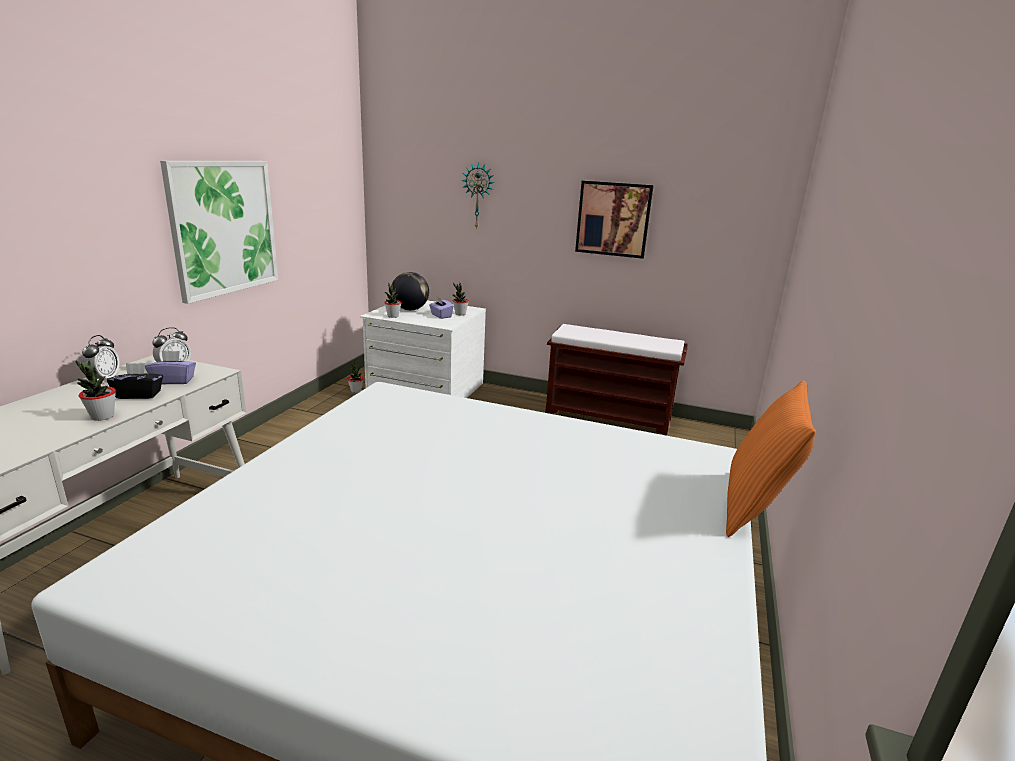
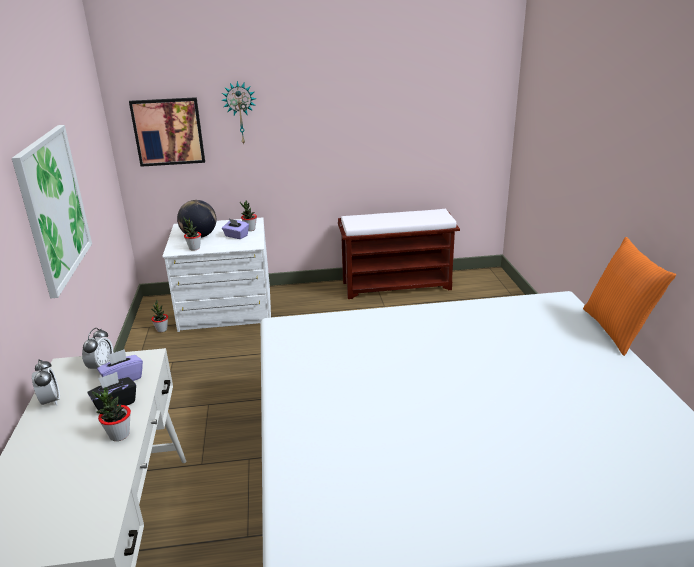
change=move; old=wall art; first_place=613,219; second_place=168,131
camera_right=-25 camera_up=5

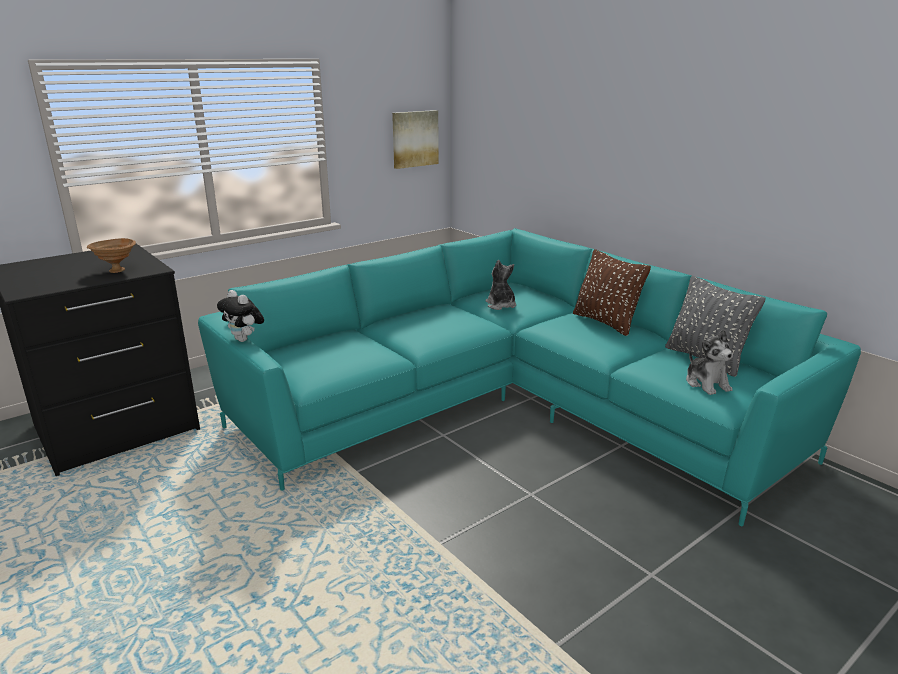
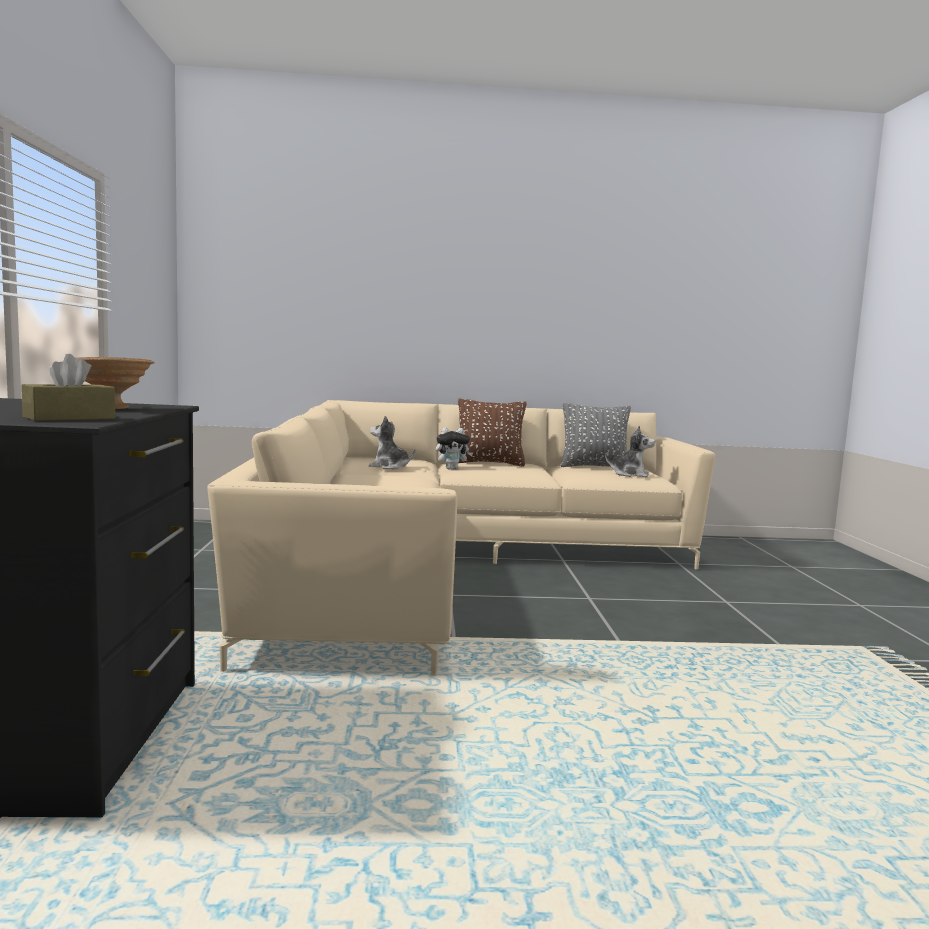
change=insert; new=brown tissue holder; second_place=69,418
change=recolor; old=blue-green sofa; new=sand-coloured sofa; first_place=509,407; second_place=446,565
change=move; old=cuddly toy; first_place=244,340; second_place=452,469
change=delete; old=wall art; first_place=414,139
camera_right=-55 camera_up=-15

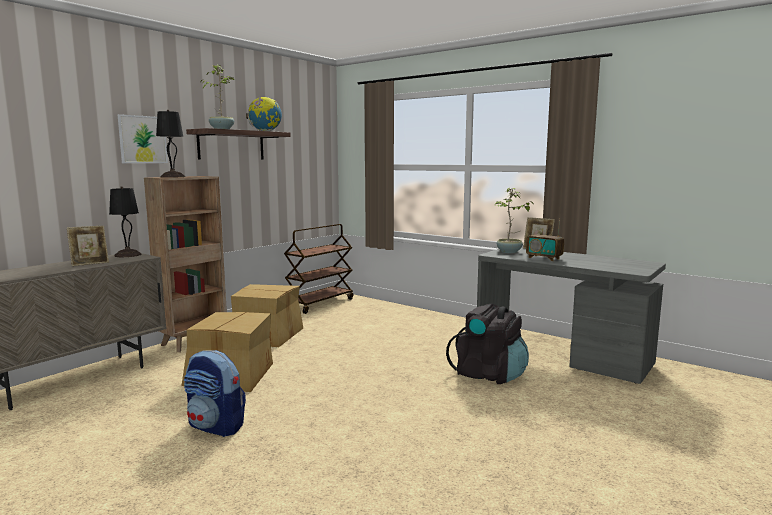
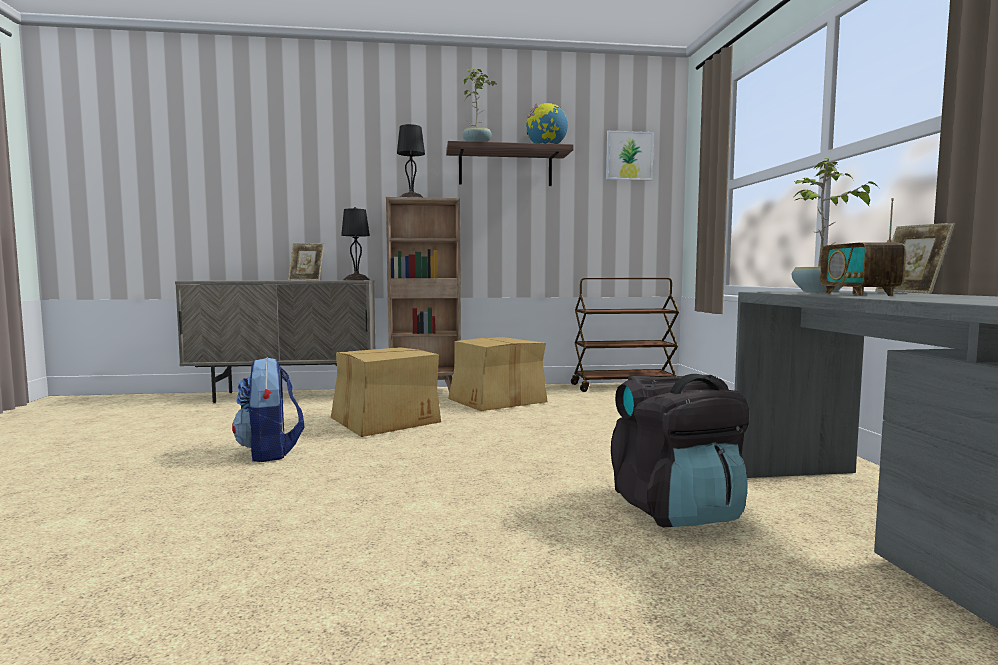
change=move; old=wall art; first_place=142,139; second_place=629,156
camera_right=45 camera_up=-5

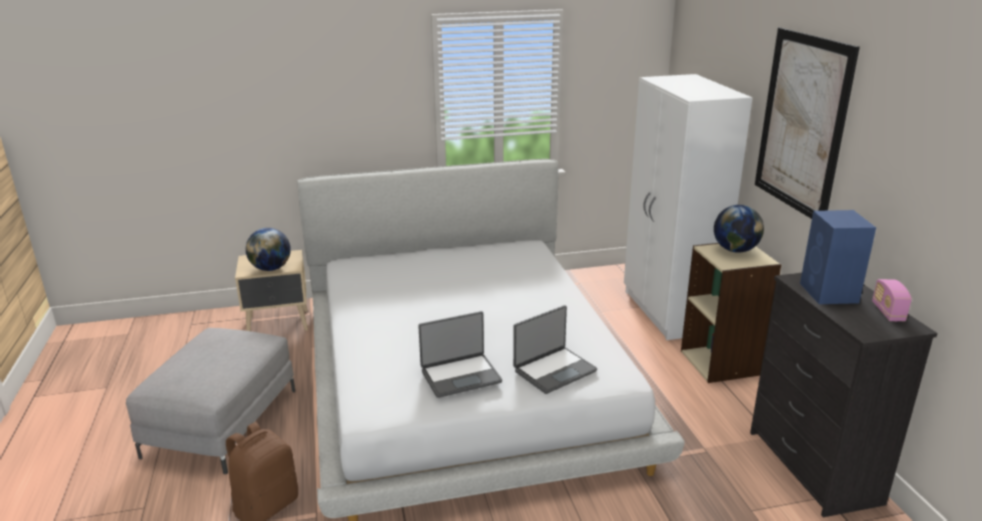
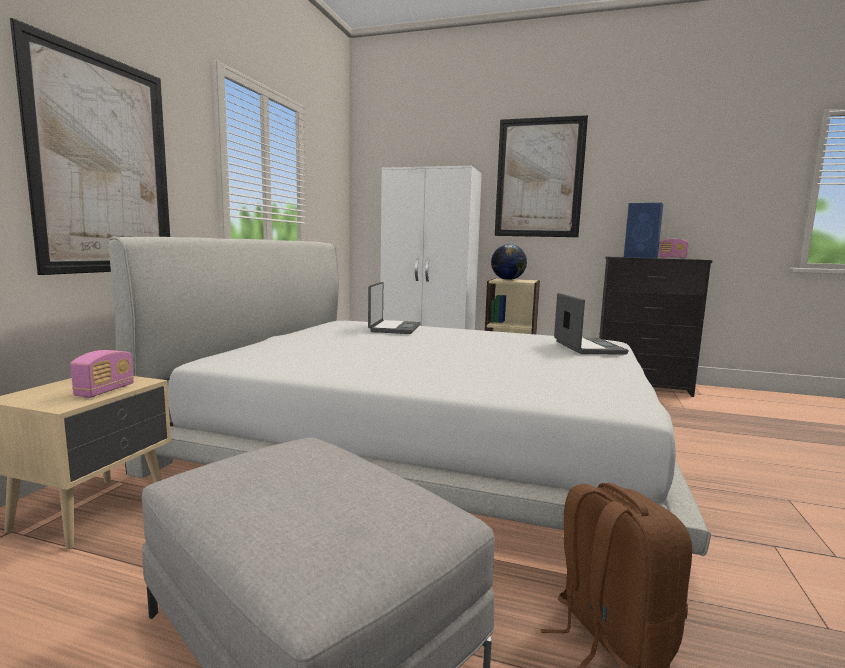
change=insert; new=wall art; second_place=104,166
change=replace; old=world globe; new=radio; first_place=271,268; second_place=105,391
change=move; old=portable computer; first_place=460,376; second_place=394,328
camera_right=-60 camera_up=-15

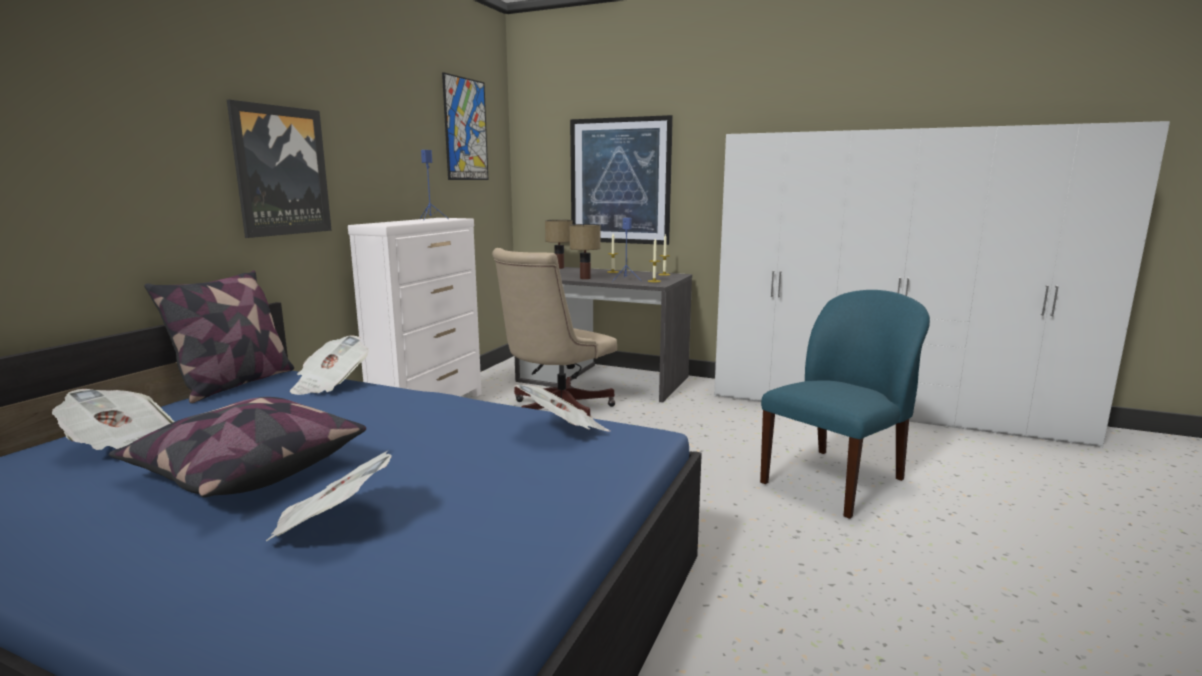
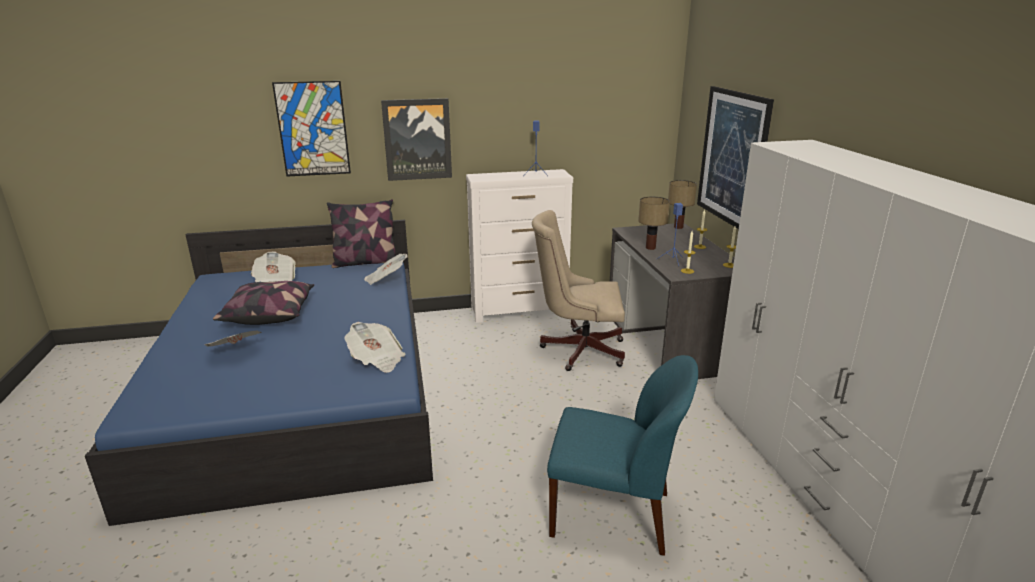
change=move; old=wall art; first_place=465,129; second_place=313,129
camera_right=55 camera_up=10

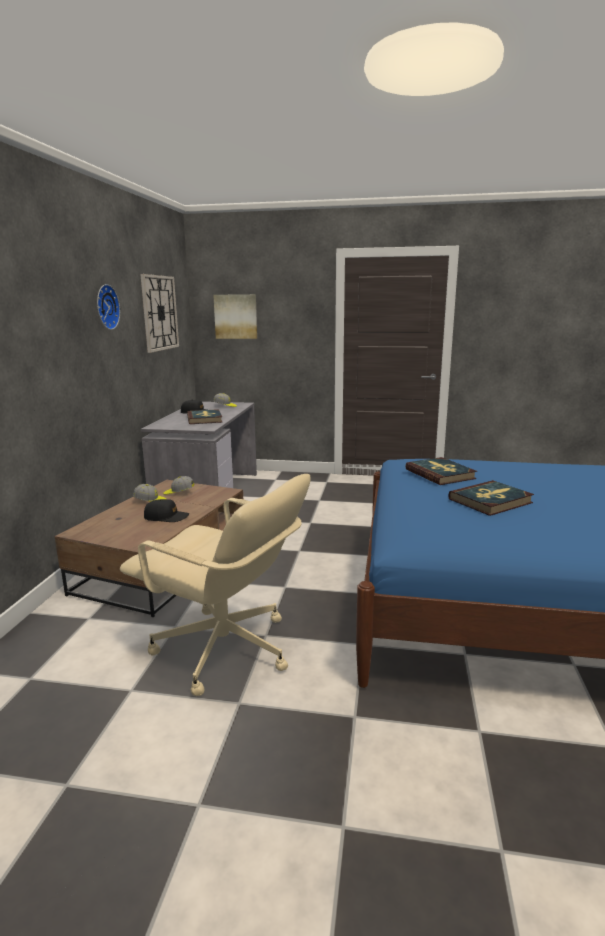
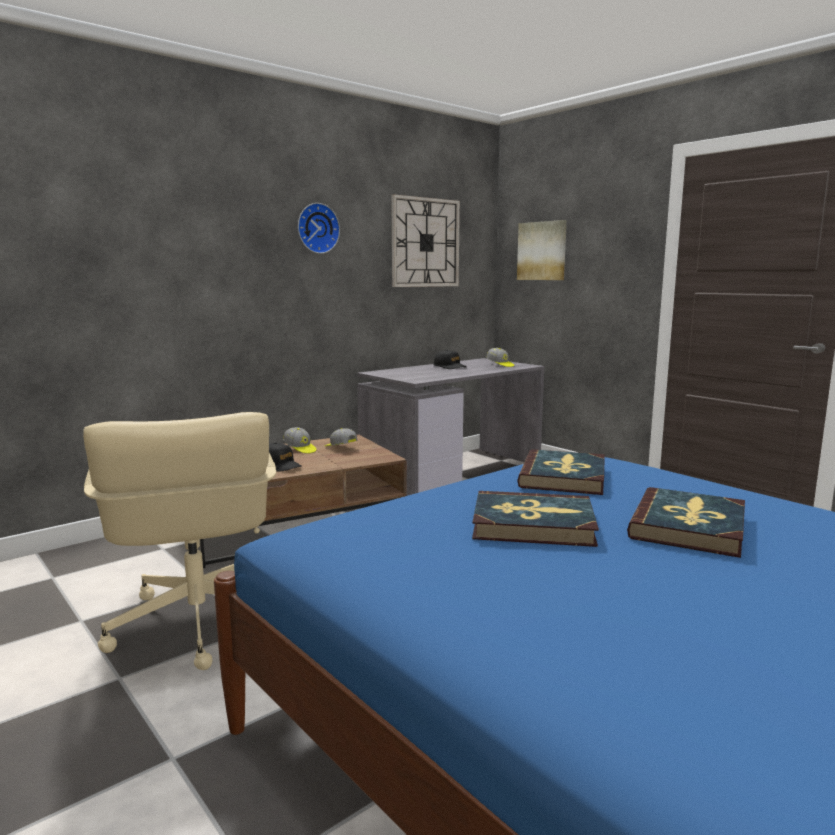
change=move; old=volume; first_place=205,419; second_place=689,526
camera_right=40 camera_up=-5

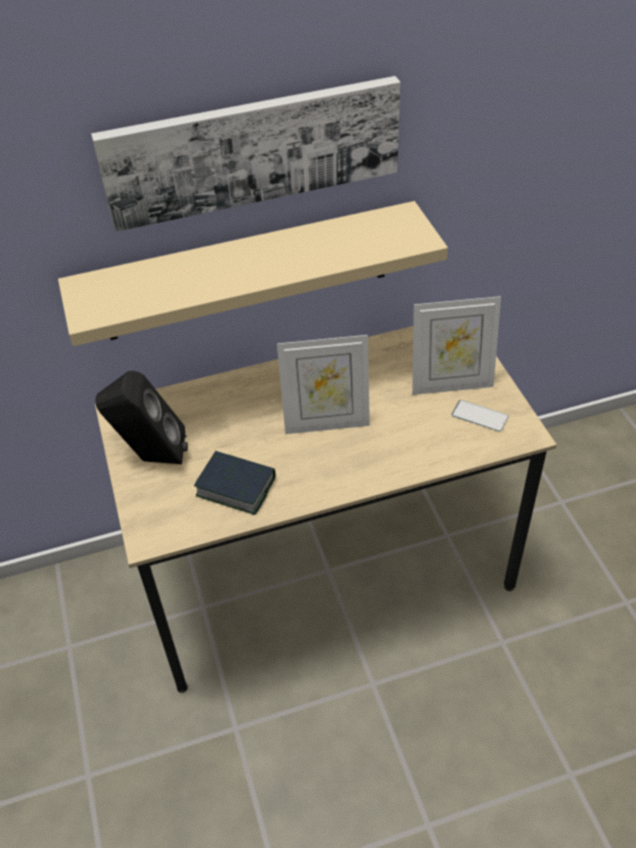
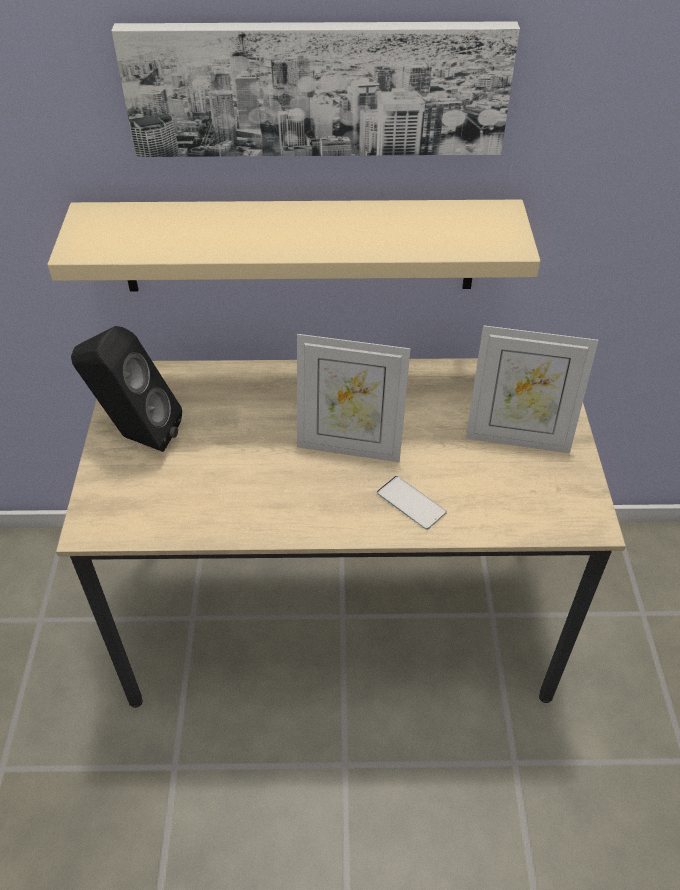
change=move; old=telephone; first_place=479,416; second_place=411,503
change=delete; old=volume; first_place=236,487
camera_right=15 camera_up=0

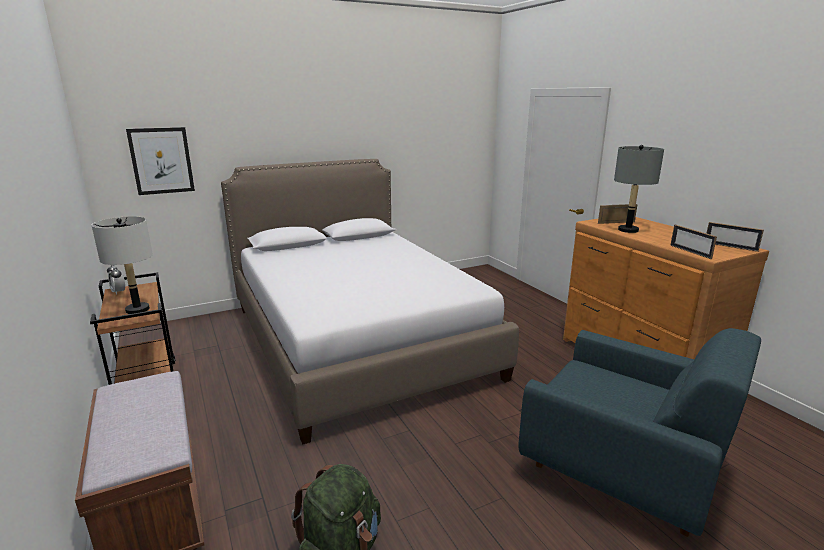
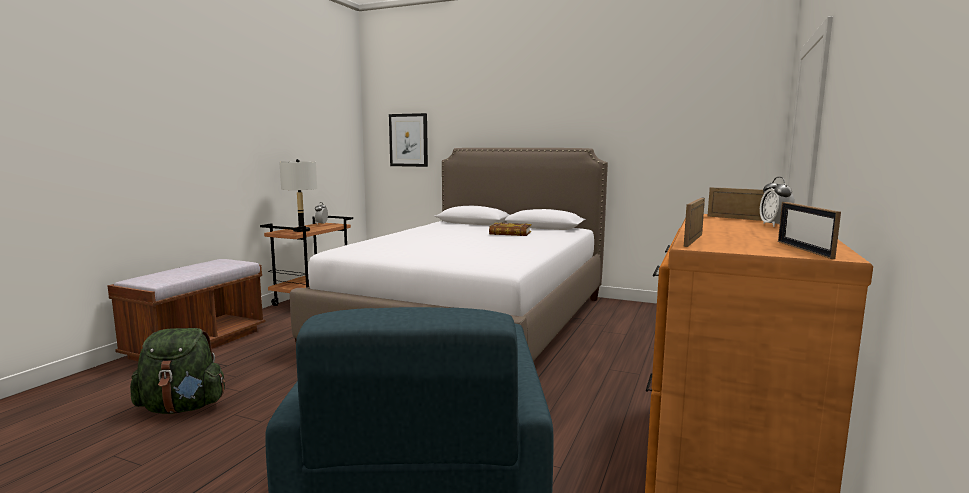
change=insert; new=volume; second_place=510,233
change=insert; new=table clock; second_place=774,225
change=delete; old=greyish lamp for a table; first_place=628,230
camera_right=50 camera_up=-10

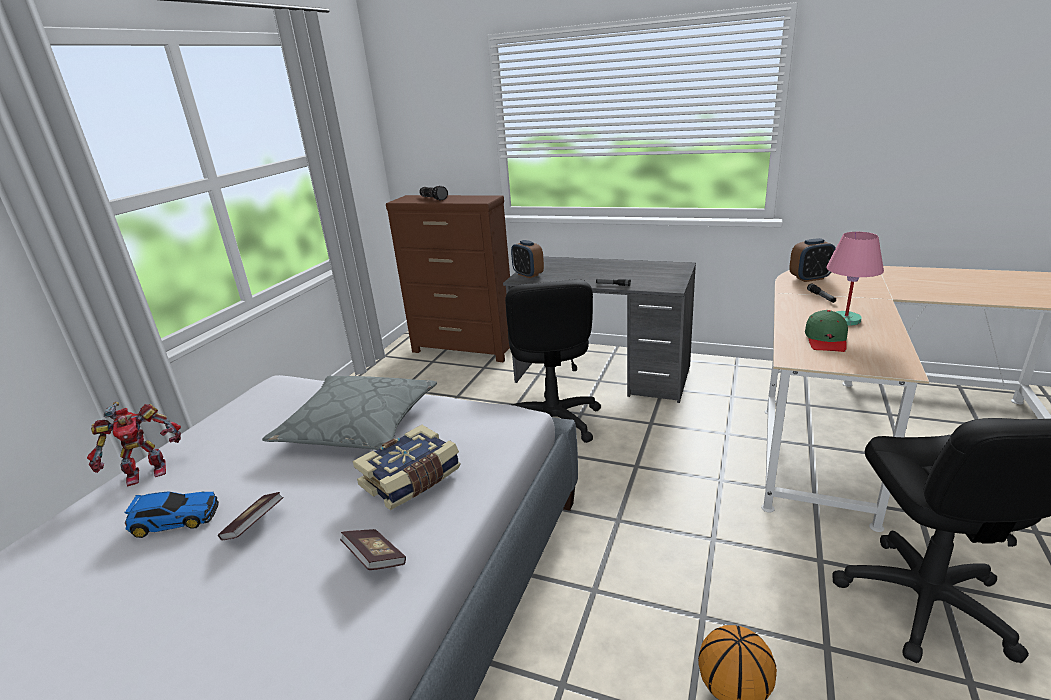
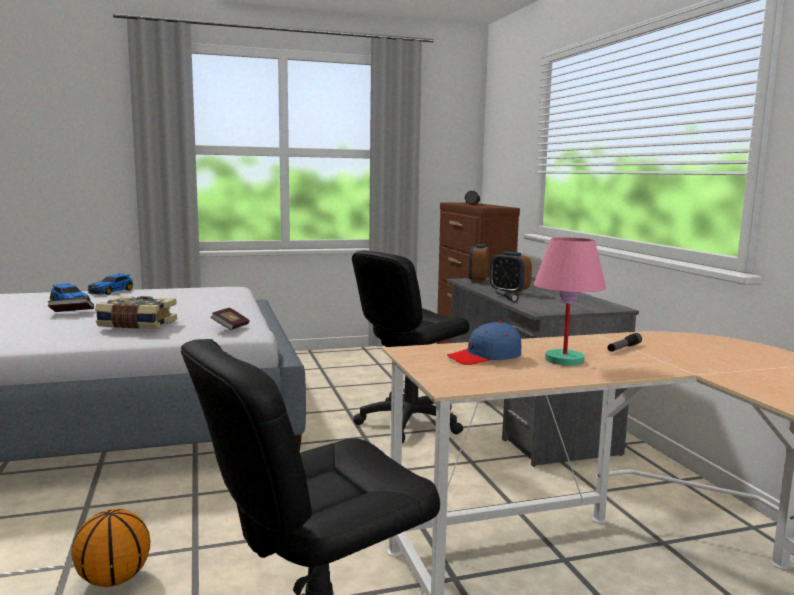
change=replace; old=toy robot; new=model car; first_place=146,472; second_place=112,291
change=move; old=volume; first_place=375,559; second_place=230,327
change=recolor; old=green peaked cap; new=bluish peaked cap; first_place=826,340; second_place=485,357
change=move; old=table clock; first_place=810,278; second_place=509,292
change=delete; old=greyish cushion; first_place=358,425
camera_right=50 camera_up=-15

